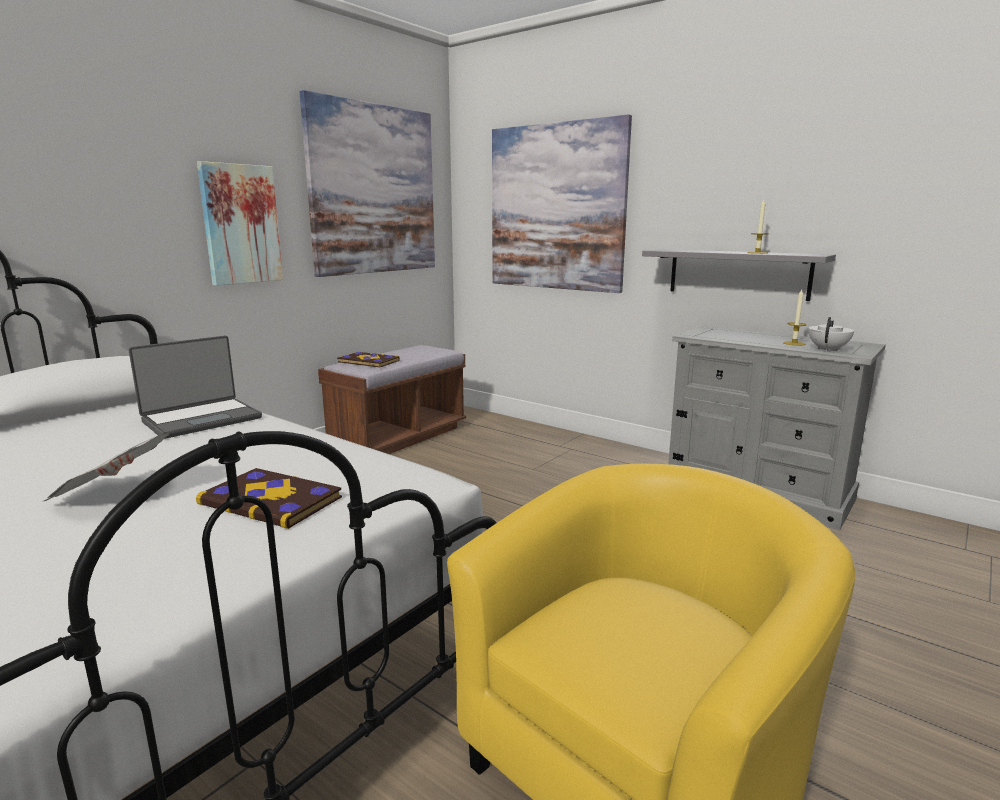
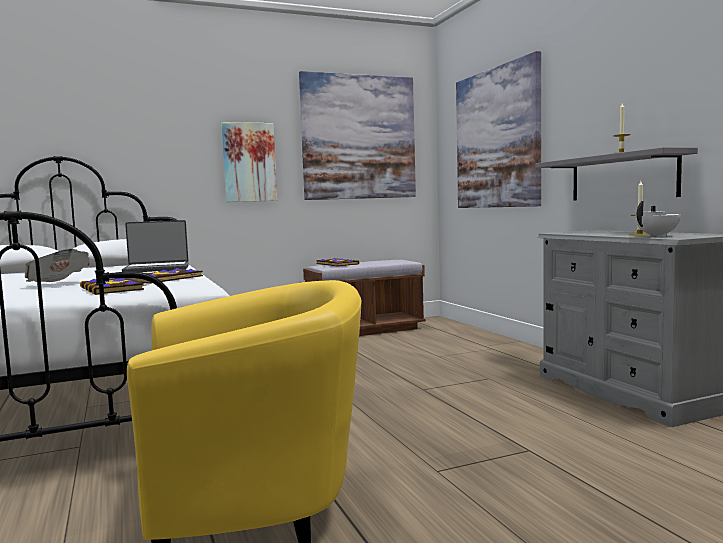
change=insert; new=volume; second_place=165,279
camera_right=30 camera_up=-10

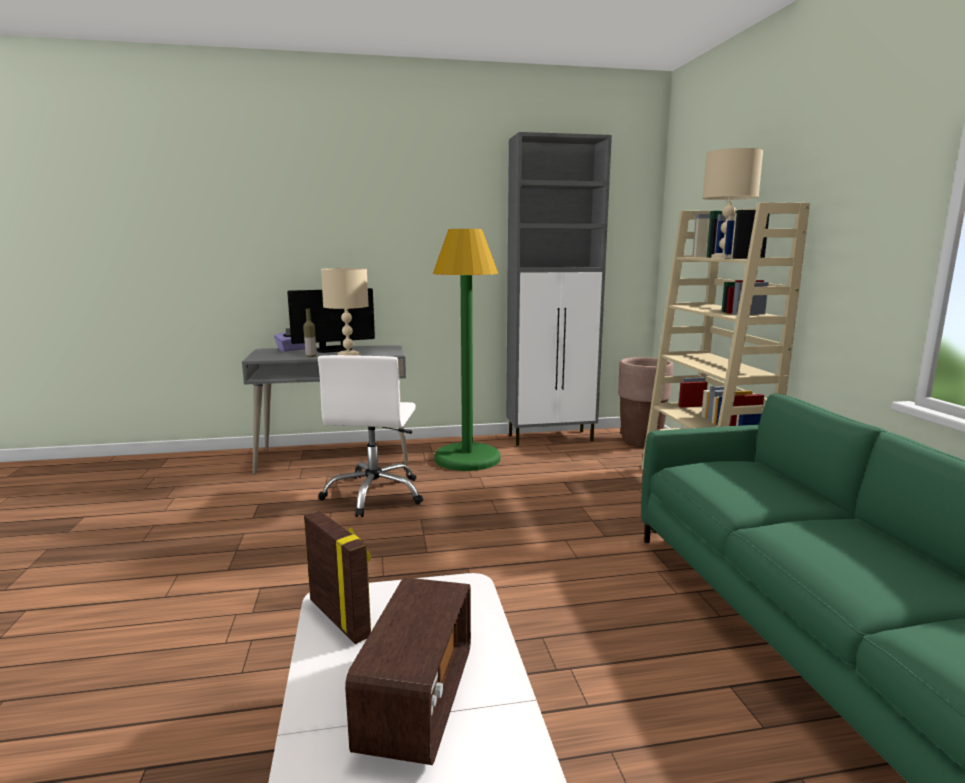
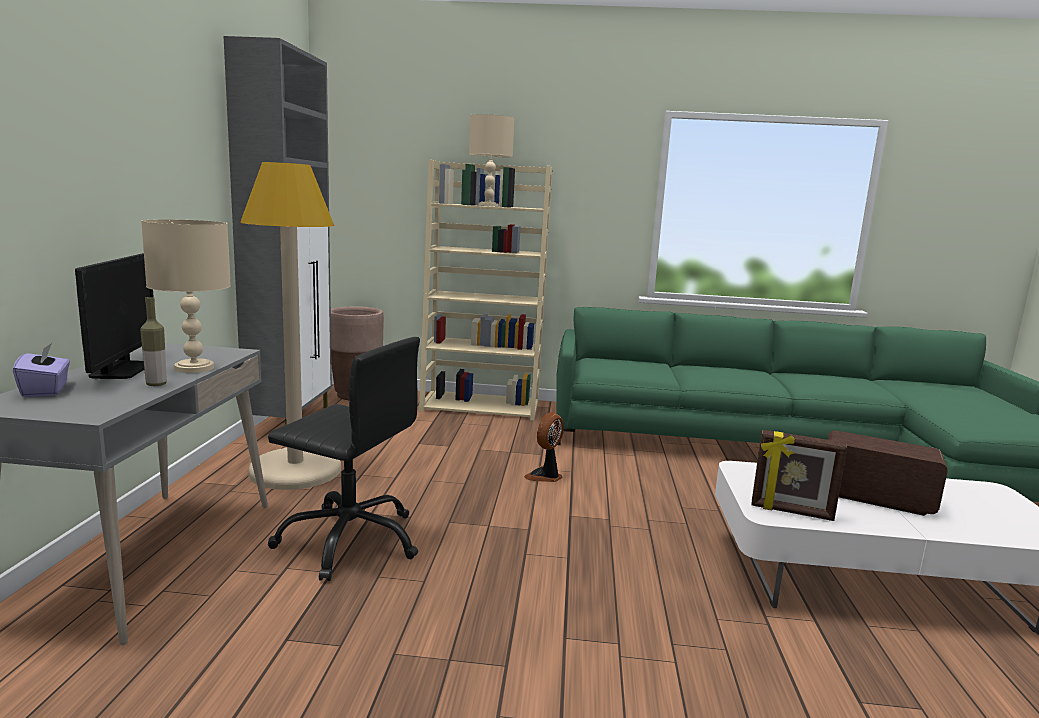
change=recolor; old=green standing lamp; new=sand-coloured standing lamp; first_place=467,458; second_place=295,470
change=recolor; old=white-coloured computer chair; new=black computer chair; first_place=375,494; second_place=350,540
change=insert; new=electric fan; second_place=545,476
change=rotate; old=standing frame; first_place=341,618; second_place=791,512; degrees=-135
camera_right=-75 camera_up=0

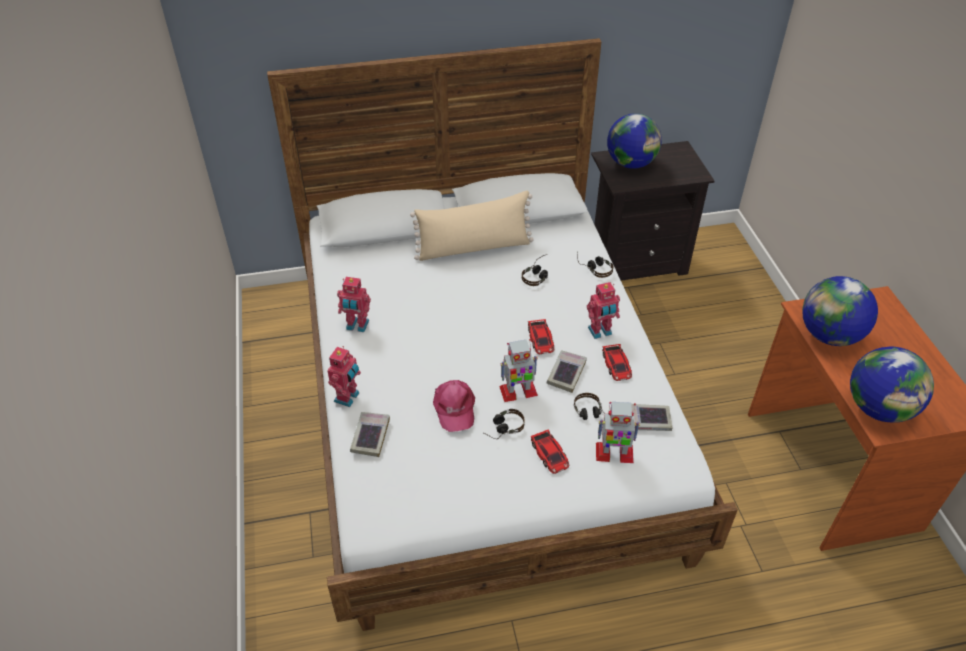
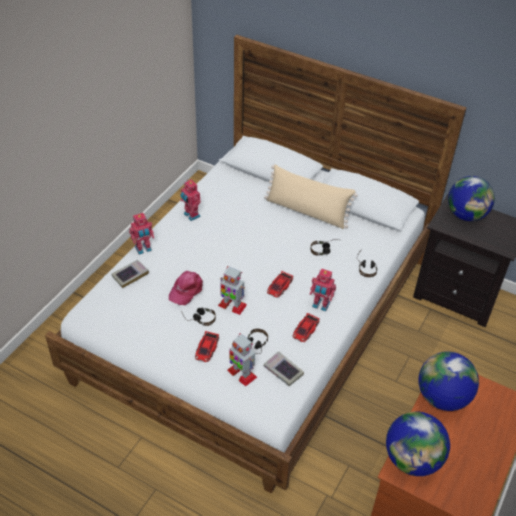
change=delete; old=volume; first_place=566,373
camera_right=40 camera_up=0

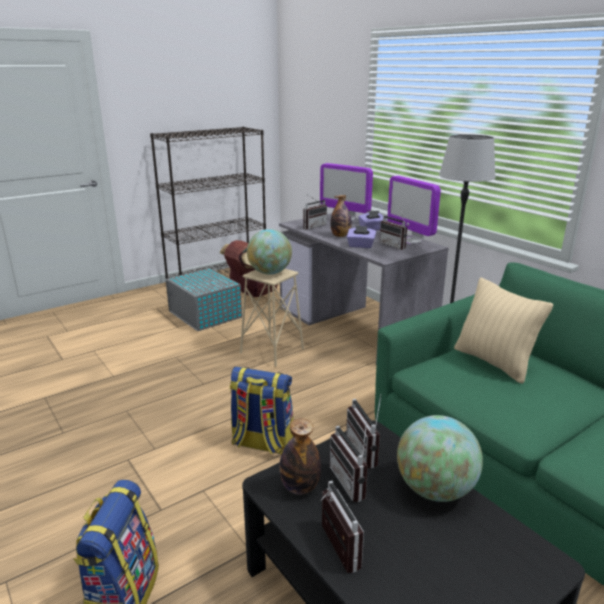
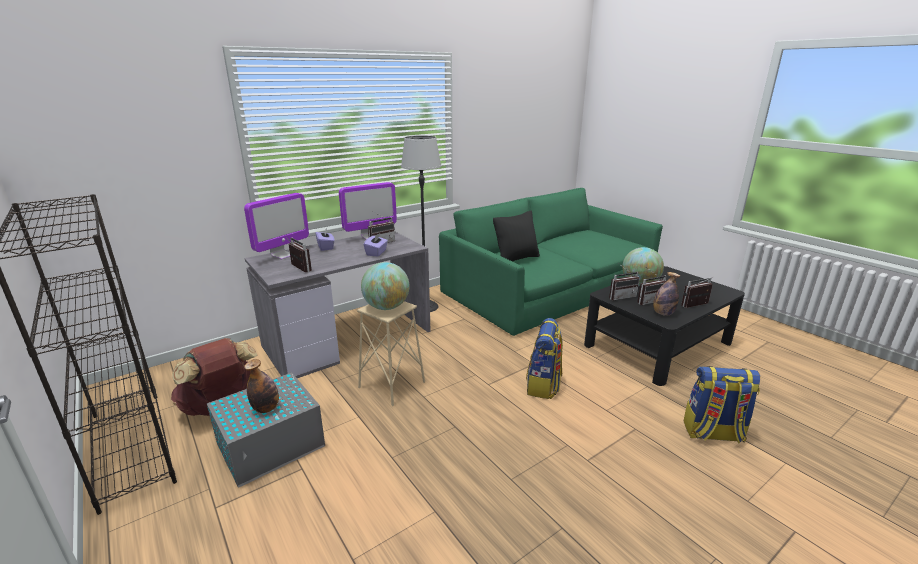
change=move; old=bottle; first_place=340,236; second_place=266,408
change=recolor; old=sand-coloured cushion; new=black cushion; first_place=494,362; second_place=516,259
camera_right=-90 camera_up=0

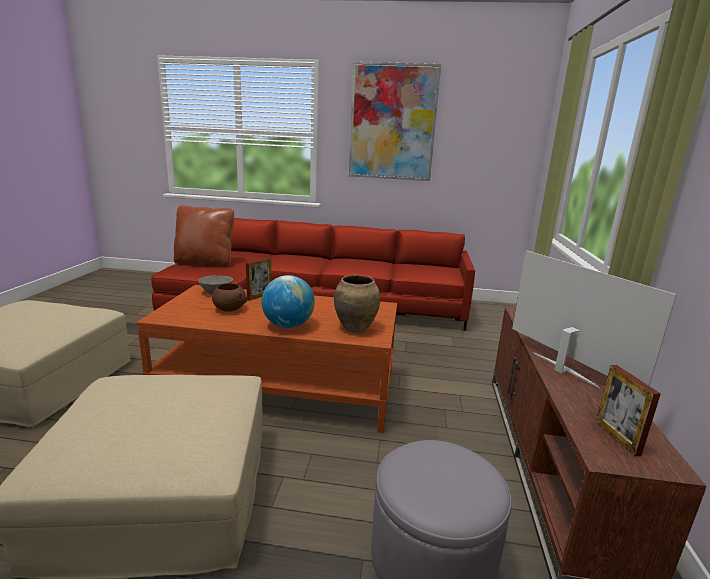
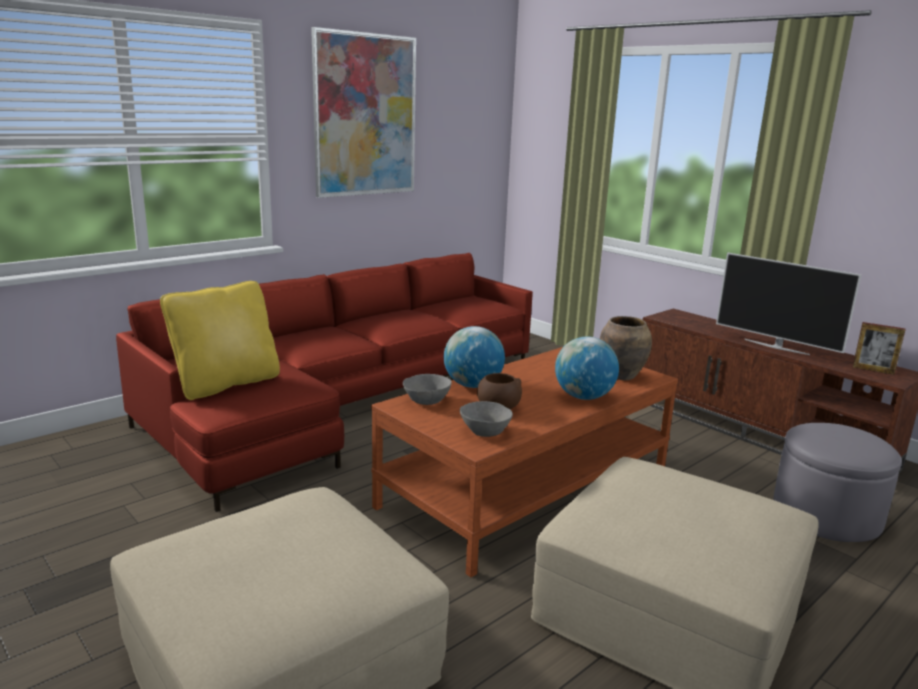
change=recolor; old=brown cushion; new=yellow-coloured cushion; first_place=205,263; second_place=226,384
change=replace; old=standing frame; new=world globe; first_place=259,296; second_place=472,385
change=insert; new=greyish bowl; second_place=485,432
change=rotate; old=TV; first_place=563,370; second_place=776,347; degrees=-150
camera_right=-50 camera_up=0

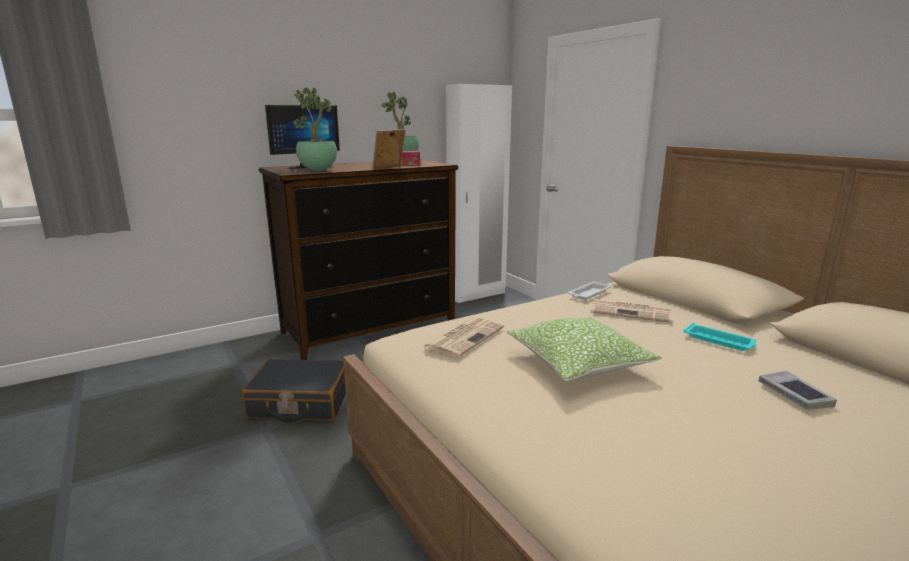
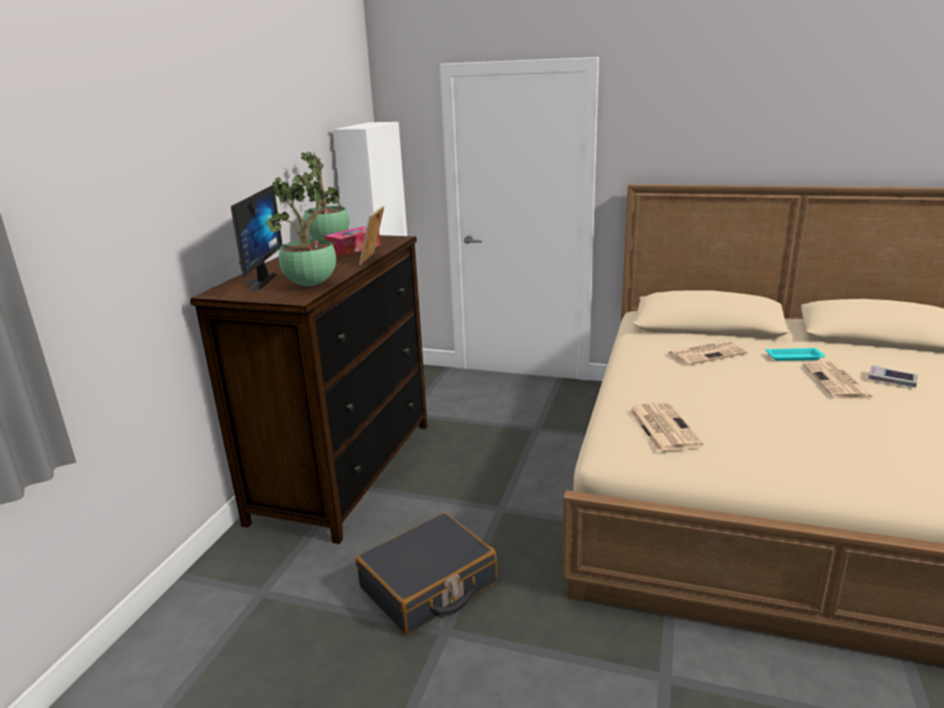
change=insert; new=newspaper; second_place=838,382
change=delete; old=cushion; first_place=578,363
change=delete; old=white-coloured tray; first_place=588,294
camera_right=-40 camera_up=5

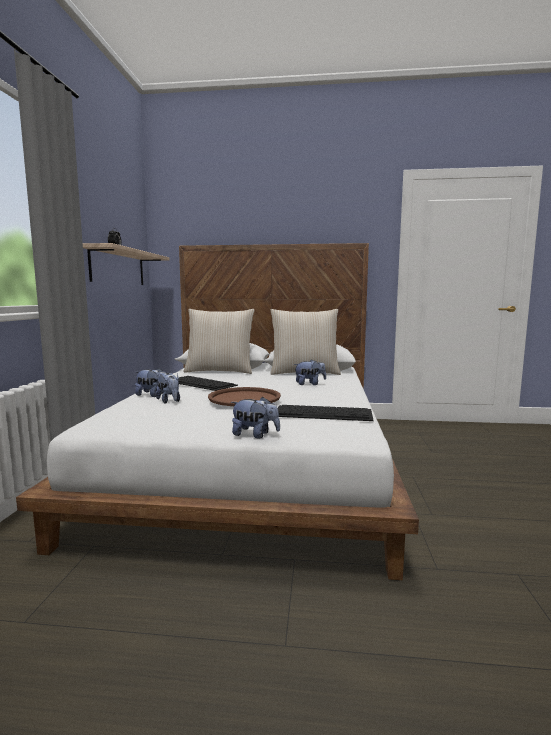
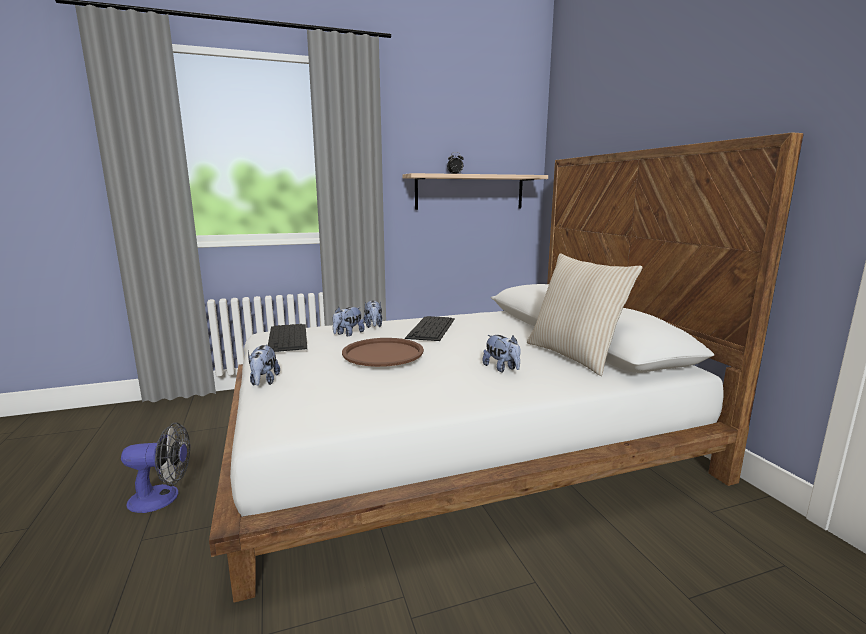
change=insert; new=electric fan; second_place=162,498
change=move; old=PC keyboard; first_place=324,413; second_place=288,337
change=delete; old=sand-coloured cushion; first_place=220,371
camera_right=65 camera_up=5

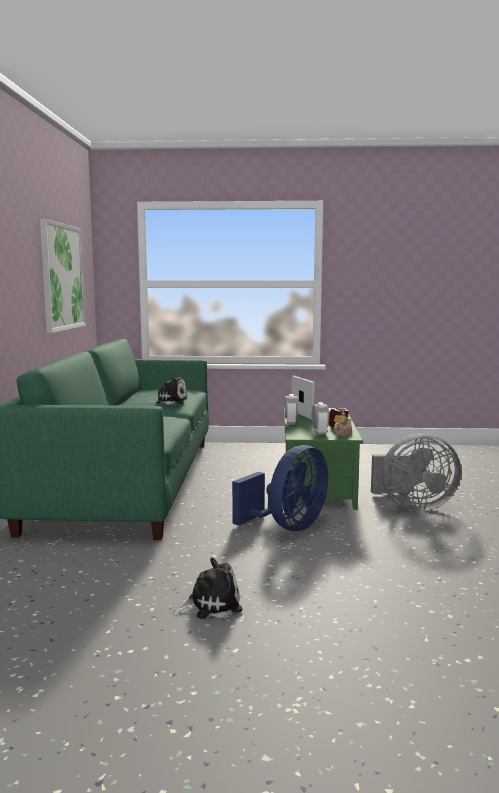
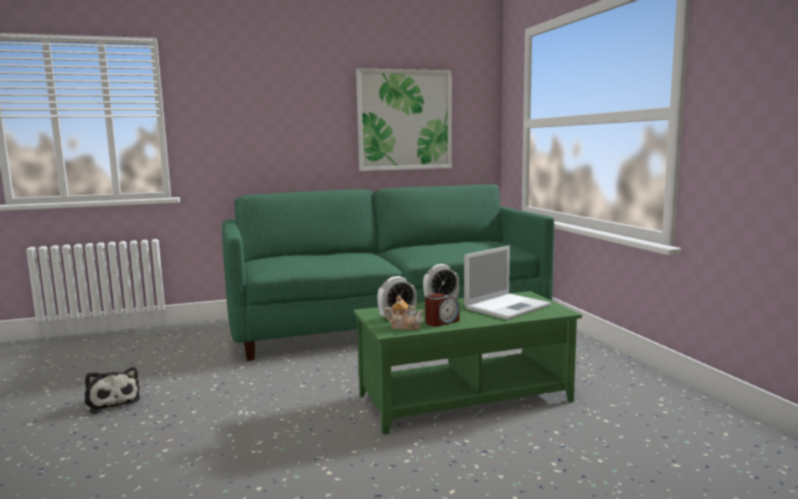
change=delete; old=cuddly toy; first_place=169,401
change=delete; old=bluish electric fan; first_place=288,526
change=delete; old=greyish electric fan; first_place=412,506
camera_right=70 camera_up=0

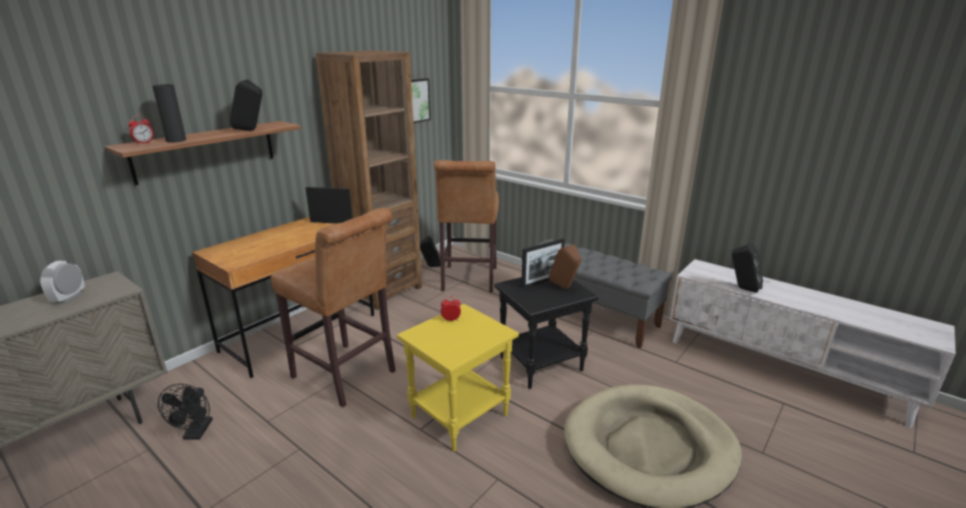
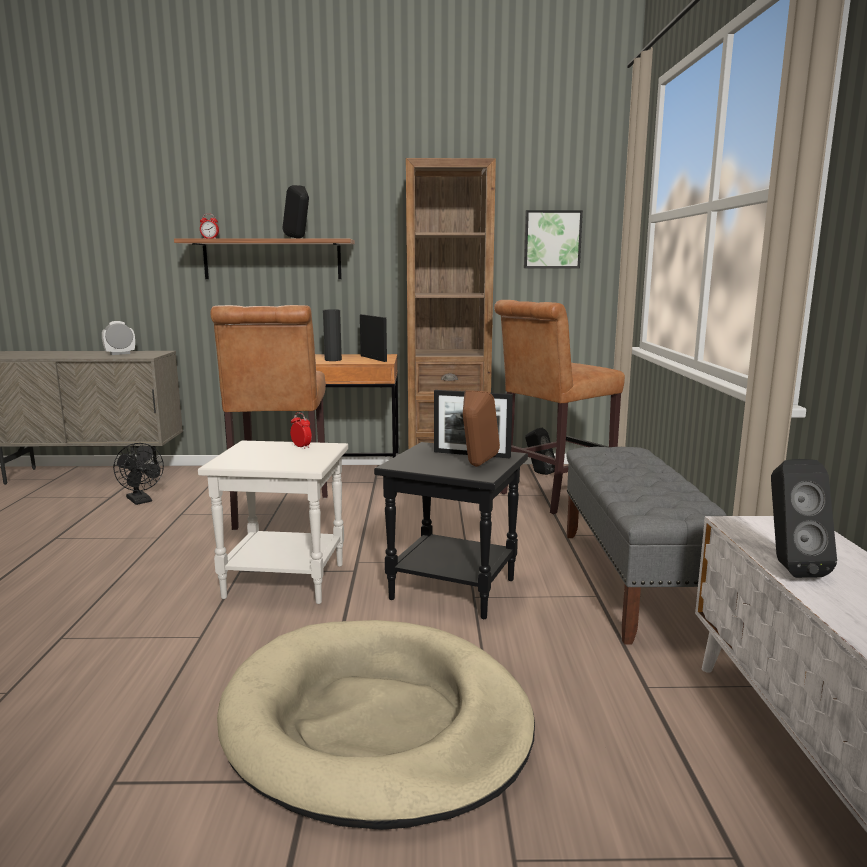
change=rotate; old=black electric fan; first_place=196,433; second_place=141,501; degrees=-90
change=recolor; old=yellow-coloured side table; new=white-coloured side table; first_place=460,417; second_place=283,582
change=move; old=black decorative vase; first_place=176,140; second_place=333,360
camera_right=50 camera_up=-10

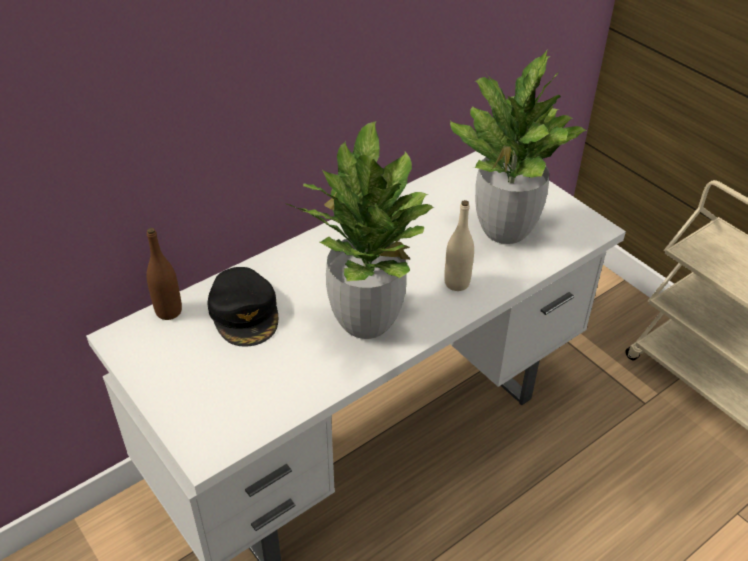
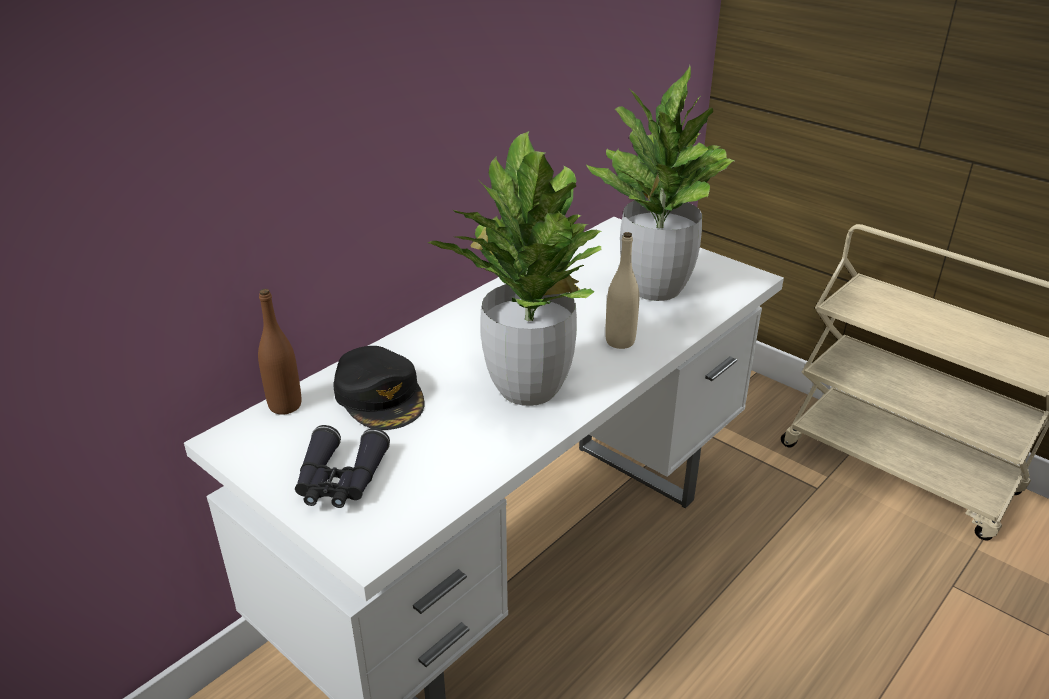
change=insert; new=black binoculars; second_place=340,480
camera_right=-10 camera_up=-10

